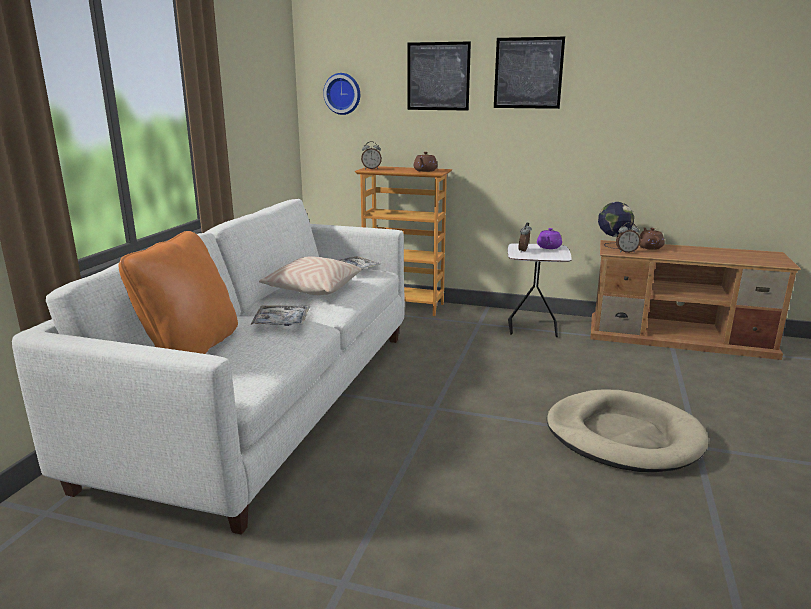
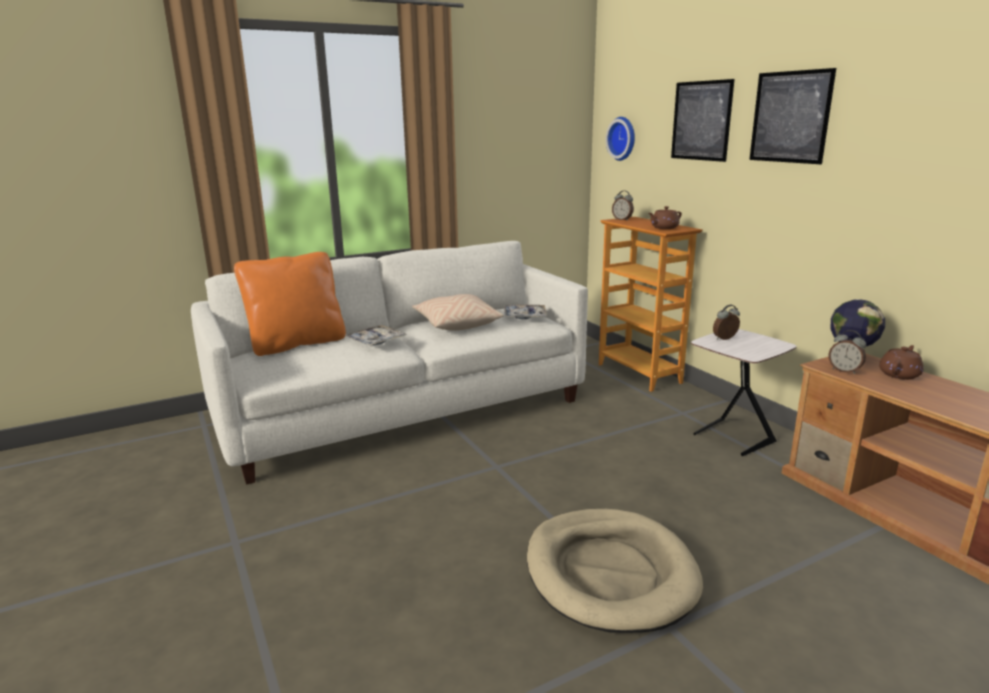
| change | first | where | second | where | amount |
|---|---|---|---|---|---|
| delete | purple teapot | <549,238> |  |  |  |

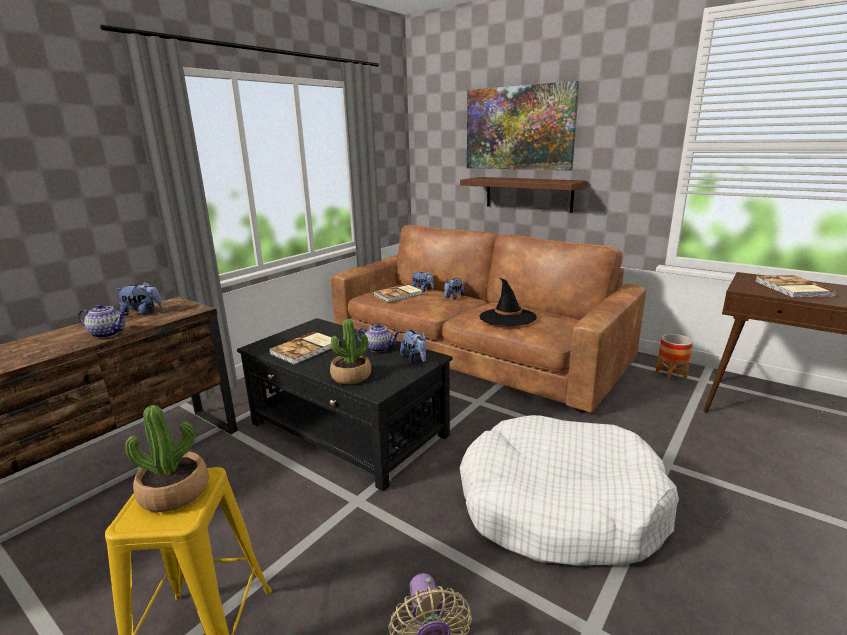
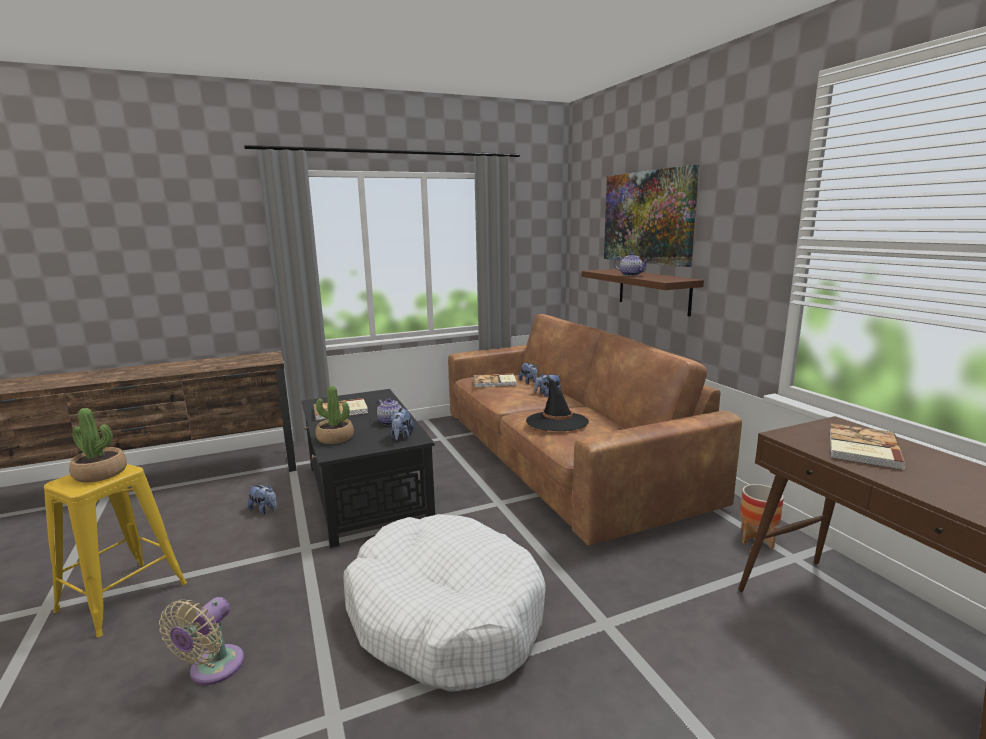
| change | first | where | second | where | amount |
|---|---|---|---|---|---|
| move | plush toy | <139,298> |  | <262,499> |  |
| move | teapot | <102,321> |  | <632,264> |  |

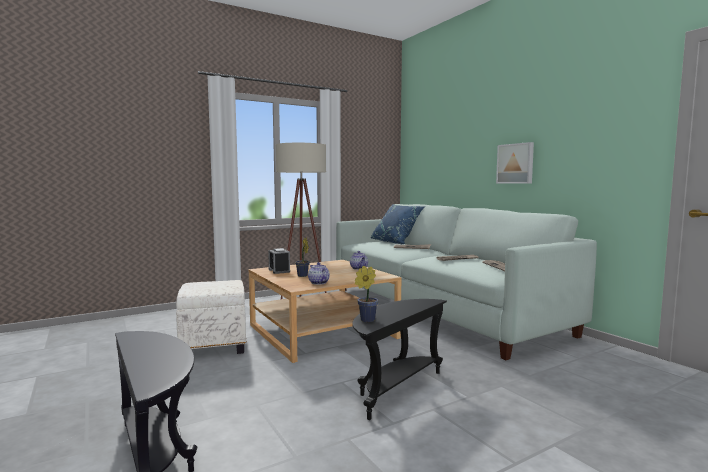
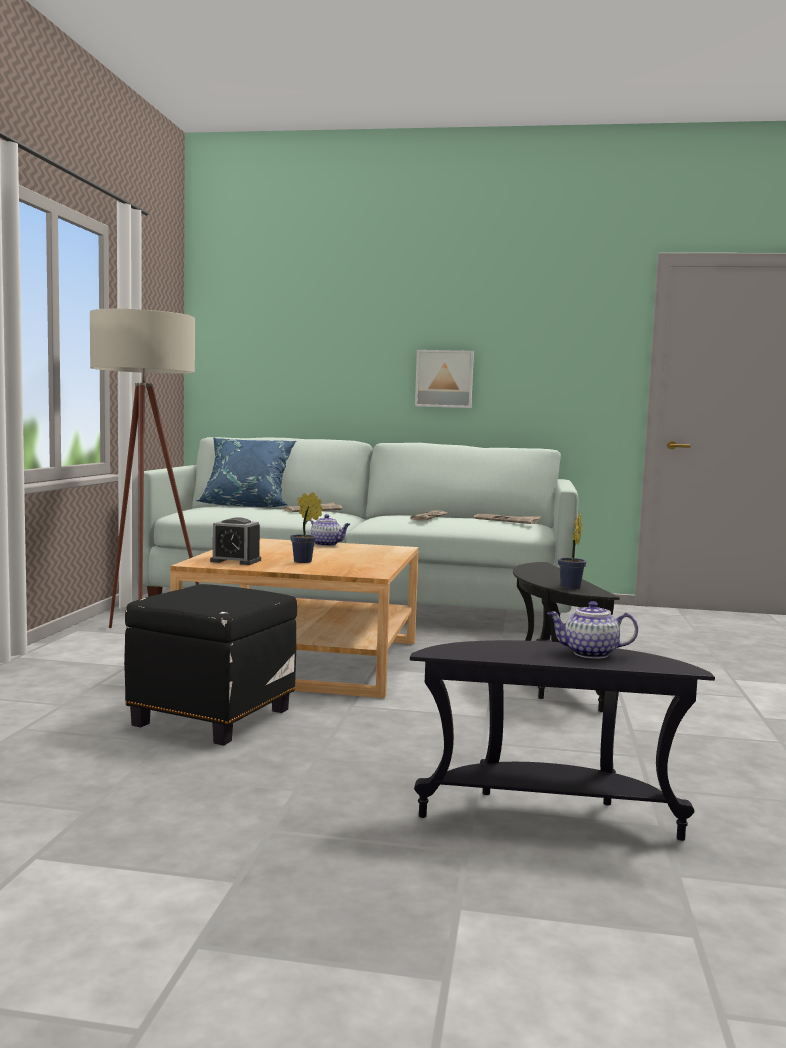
| change | first | where | second | where | amount |
|---|---|---|---|---|---|
| move | teapot | <319,273> |  | <592,629> |  |
| recolor | white ottoman | <211,317> | black ottoman | <210,665> |  |

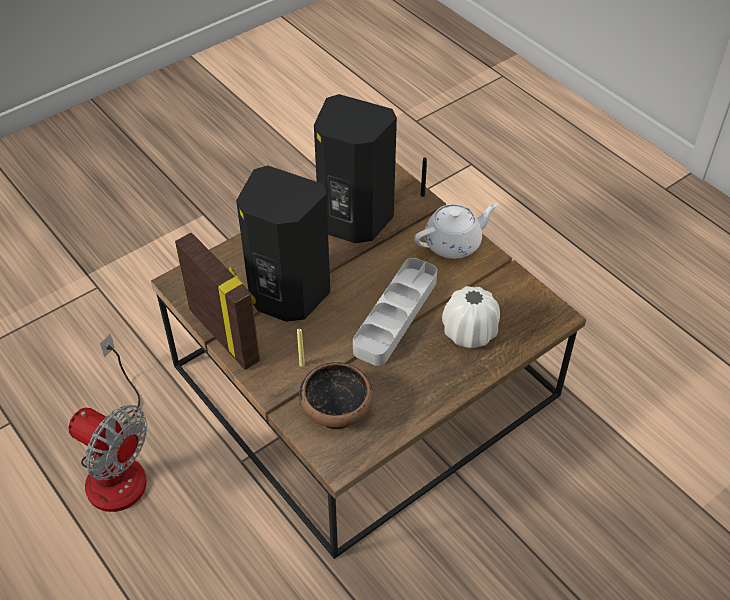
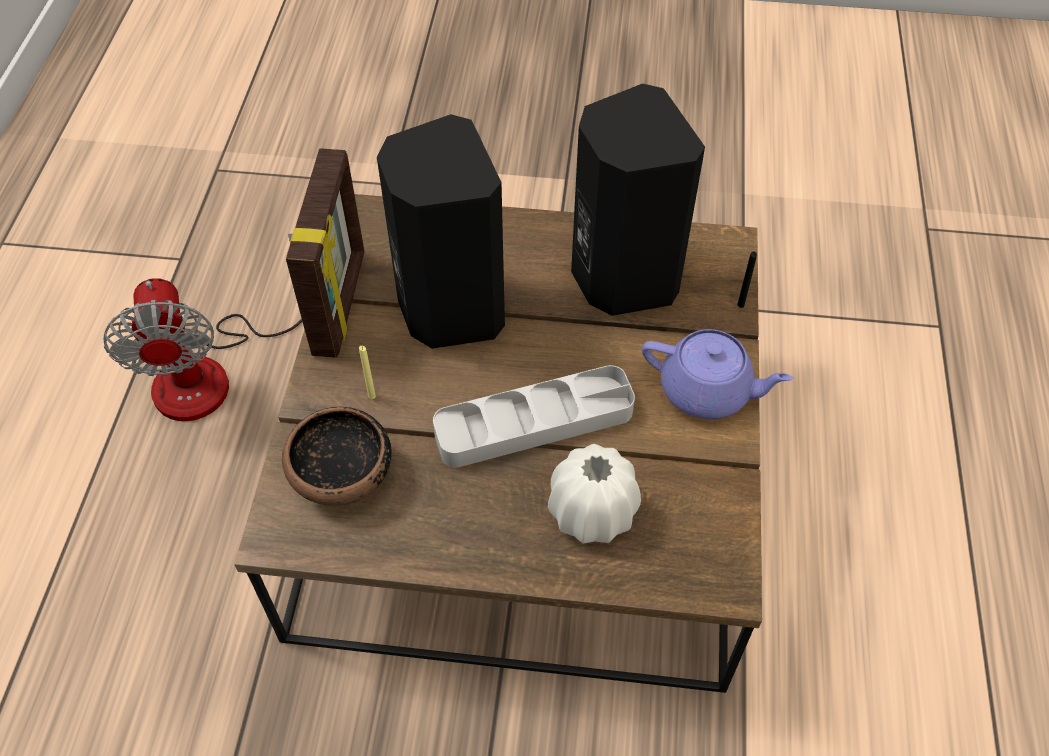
| change | first | where | second | where | amount |
|---|---|---|---|---|---|
| recolor | white teapot | <457,231> | purple teapot | <717,374> |  |

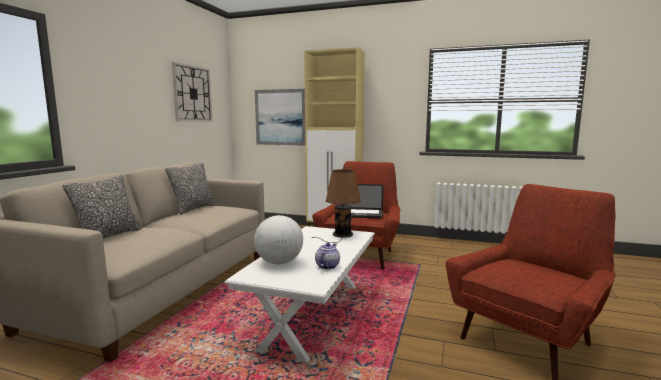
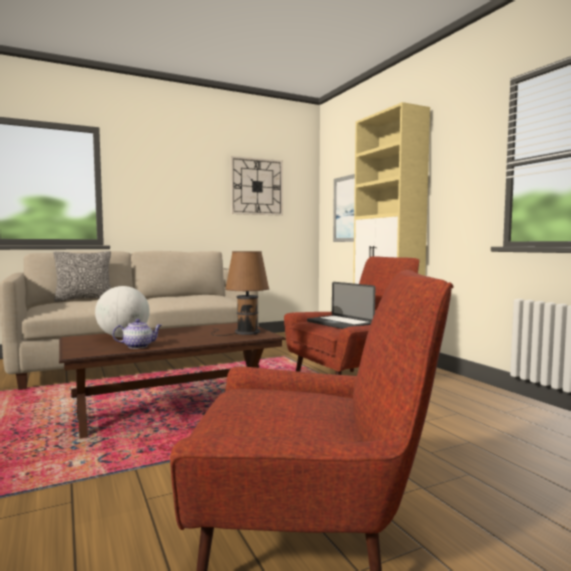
| change | first | where | second | where | amount |
|---|---|---|---|---|---|
| delete | pillow | <191,189> |  |  |  |
| recolor | white coffee table | <299,294> | brown coffee table | <172,380> |  |

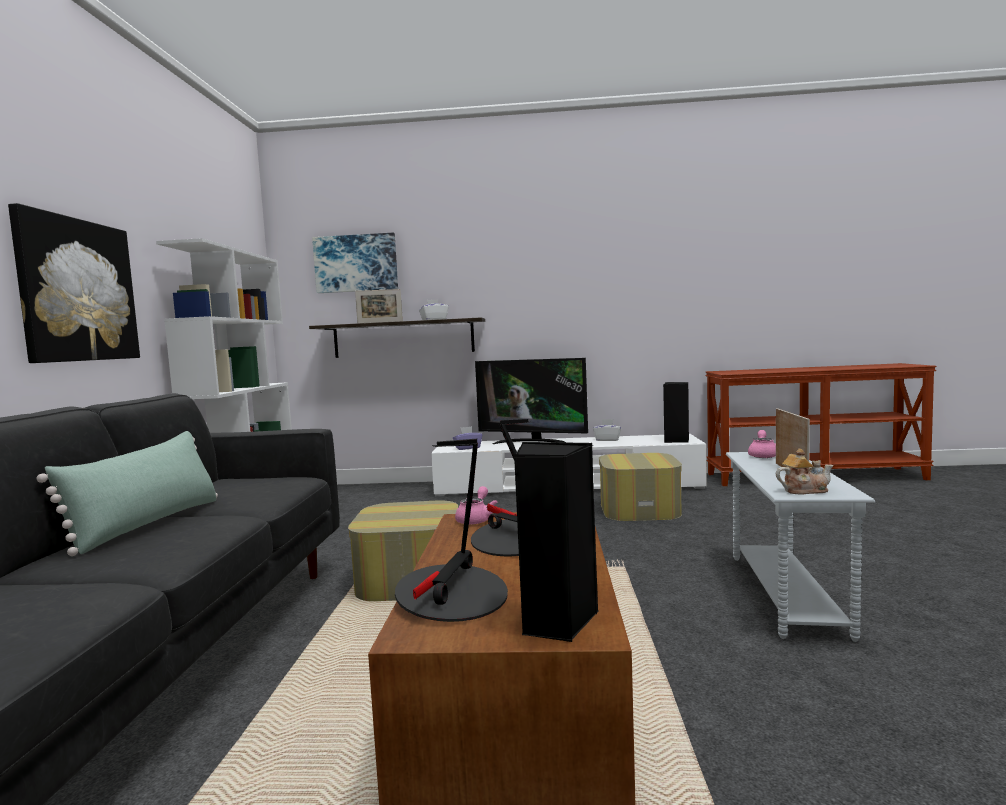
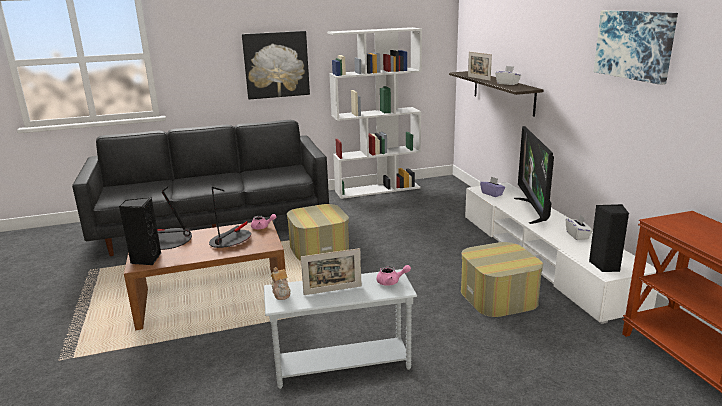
| change | first | where | second | where | amount |
|---|---|---|---|---|---|
| move | picture | <355,263> |  | <636,47> |  |
| delete | green pillow | <127,493> |  |  |  |

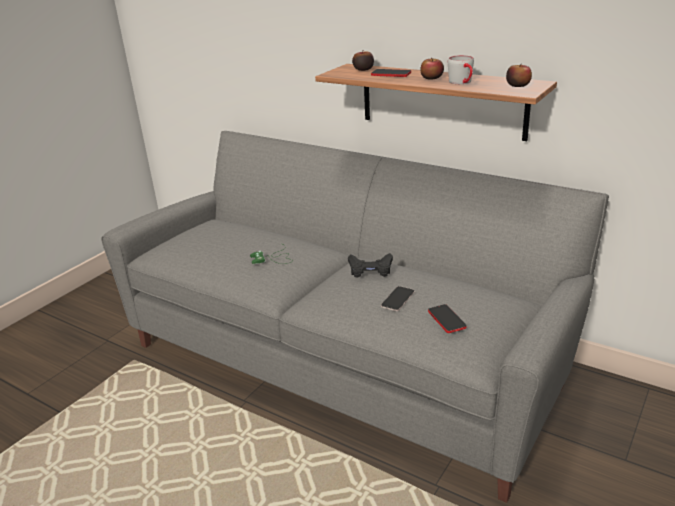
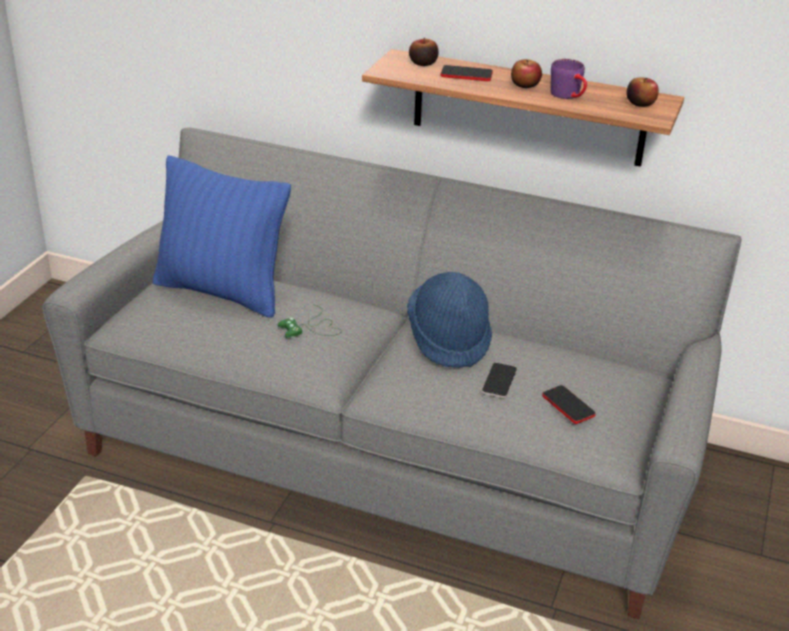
| change | first | where | second | where | amount |
|---|---|---|---|---|---|
| recolor | grey mug | <461,69> | purple mug | <569,79> |  |
| replace | black game controller | <370,265> | blue hat | <449,320> |  |
| insert |  |  | blue pillow | <221,236> |  |

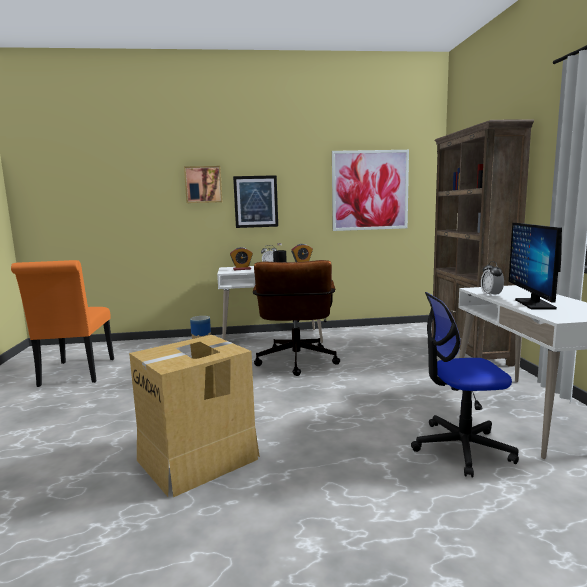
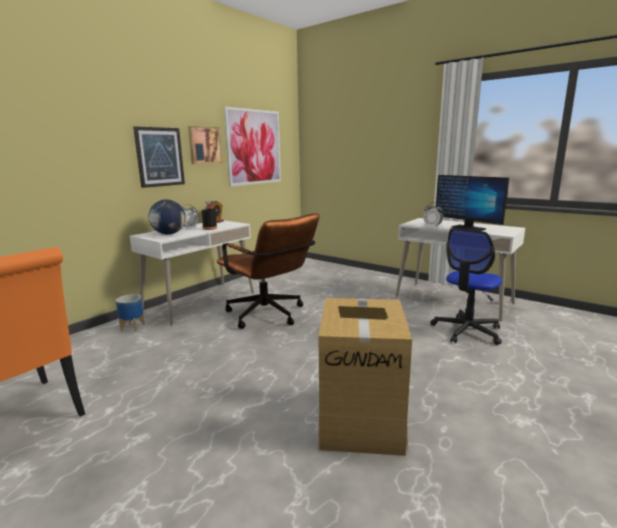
| change | first | where | second | where | amount |
|---|---|---|---|---|---|
| delete | brown bookcase | <482,243> |  |  |  |
| move | picture | <203,184> |  | <205,145> |  |
| replace | alarm clock | <241,258> | globe | <166,217> |  |

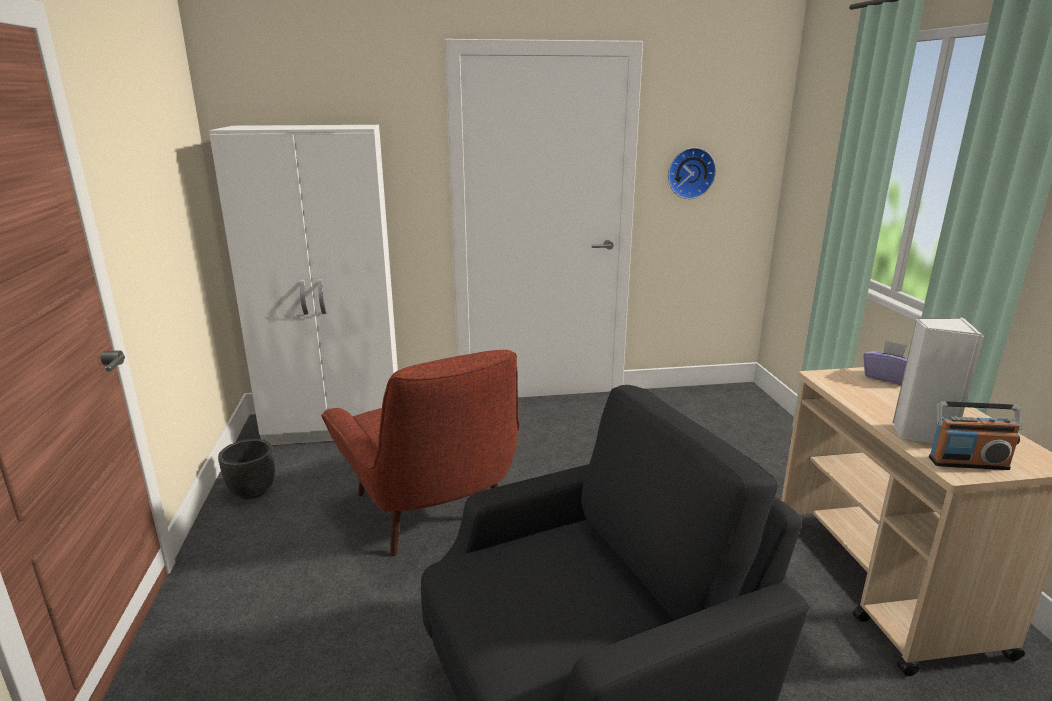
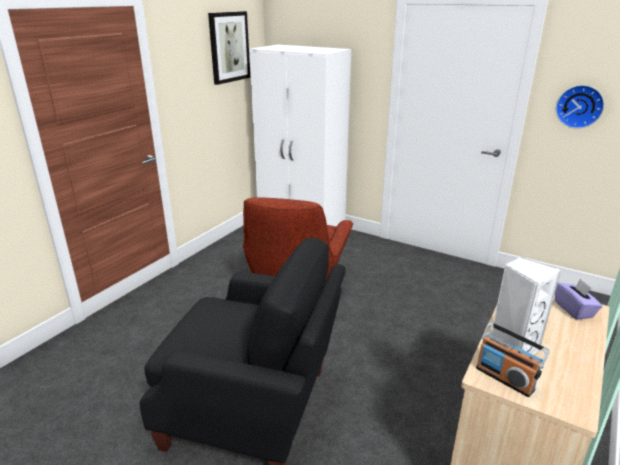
| change | first | where | second | where | amount |
|---|---|---|---|---|---|
| delete | black planter | <246,469> |  |  |  |
| insert |  |  | picture | <229,48> |  |

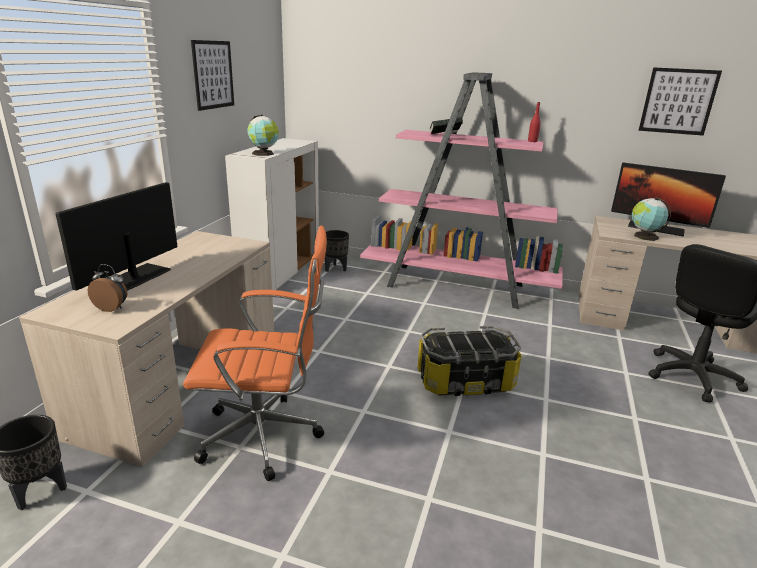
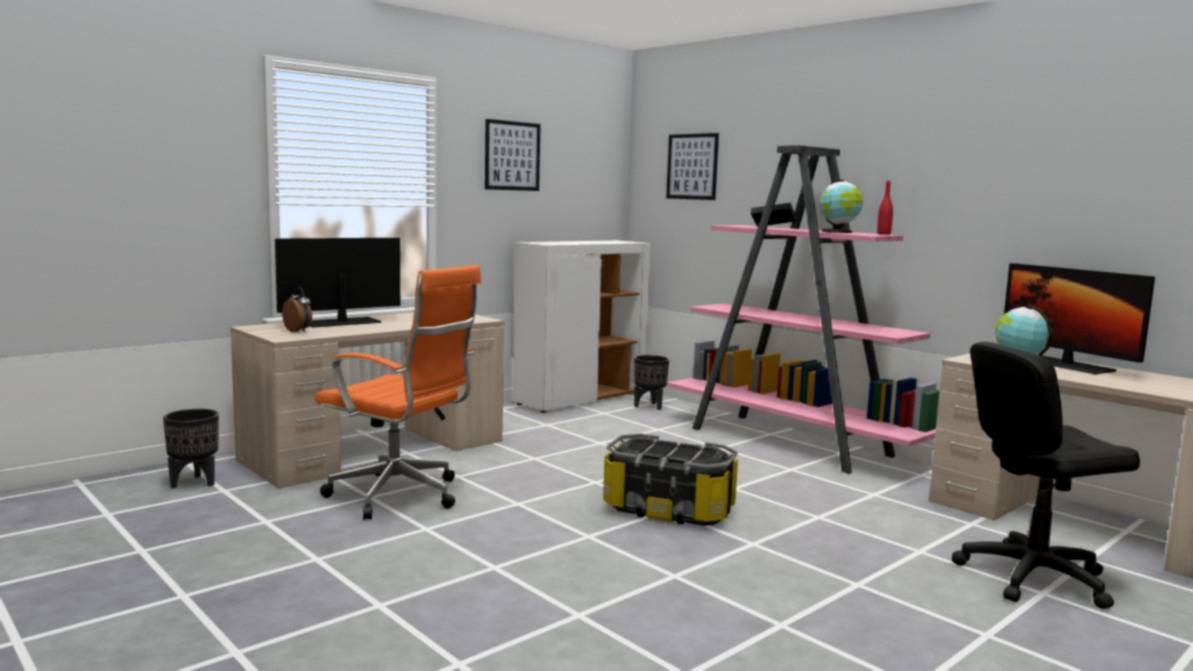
| change | first | where | second | where | amount |
|---|---|---|---|---|---|
| move | picture | <680,101> |  | <692,166> |  |
| move | globe | <263,135> |  | <841,206> |  |

